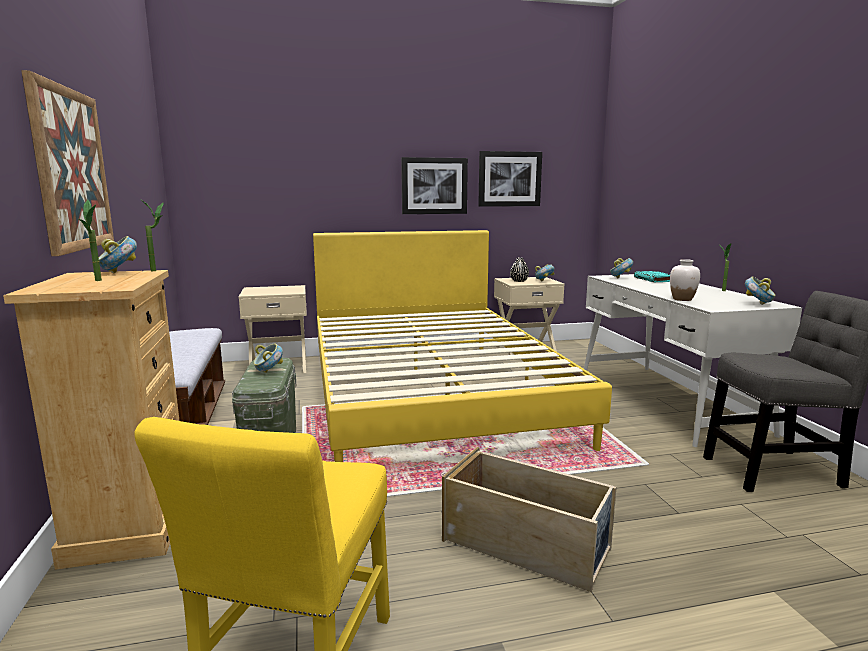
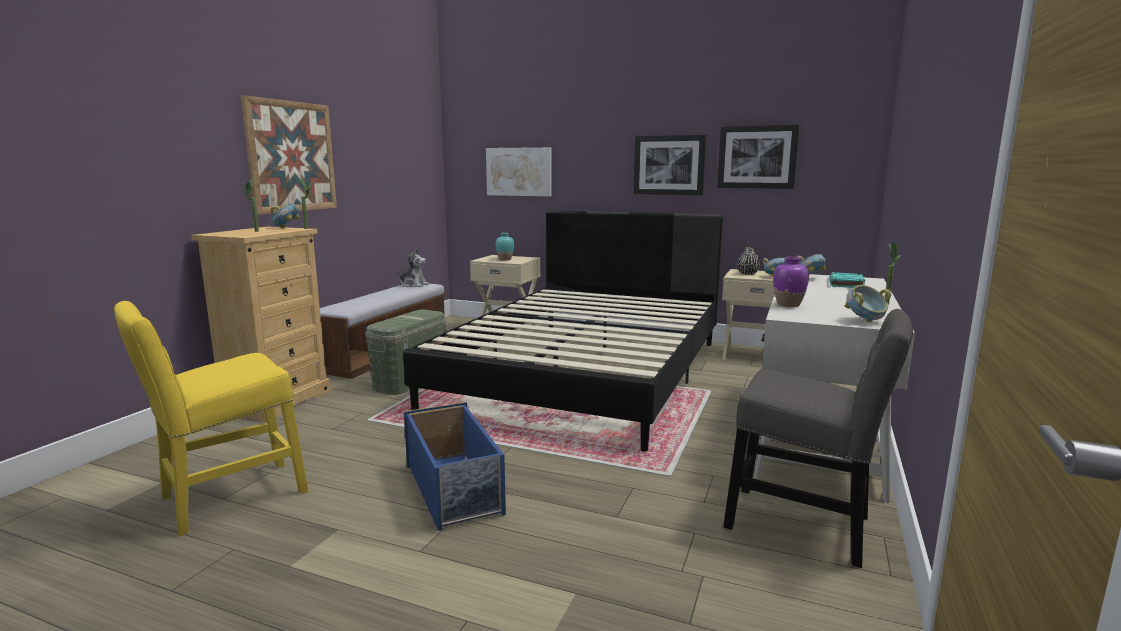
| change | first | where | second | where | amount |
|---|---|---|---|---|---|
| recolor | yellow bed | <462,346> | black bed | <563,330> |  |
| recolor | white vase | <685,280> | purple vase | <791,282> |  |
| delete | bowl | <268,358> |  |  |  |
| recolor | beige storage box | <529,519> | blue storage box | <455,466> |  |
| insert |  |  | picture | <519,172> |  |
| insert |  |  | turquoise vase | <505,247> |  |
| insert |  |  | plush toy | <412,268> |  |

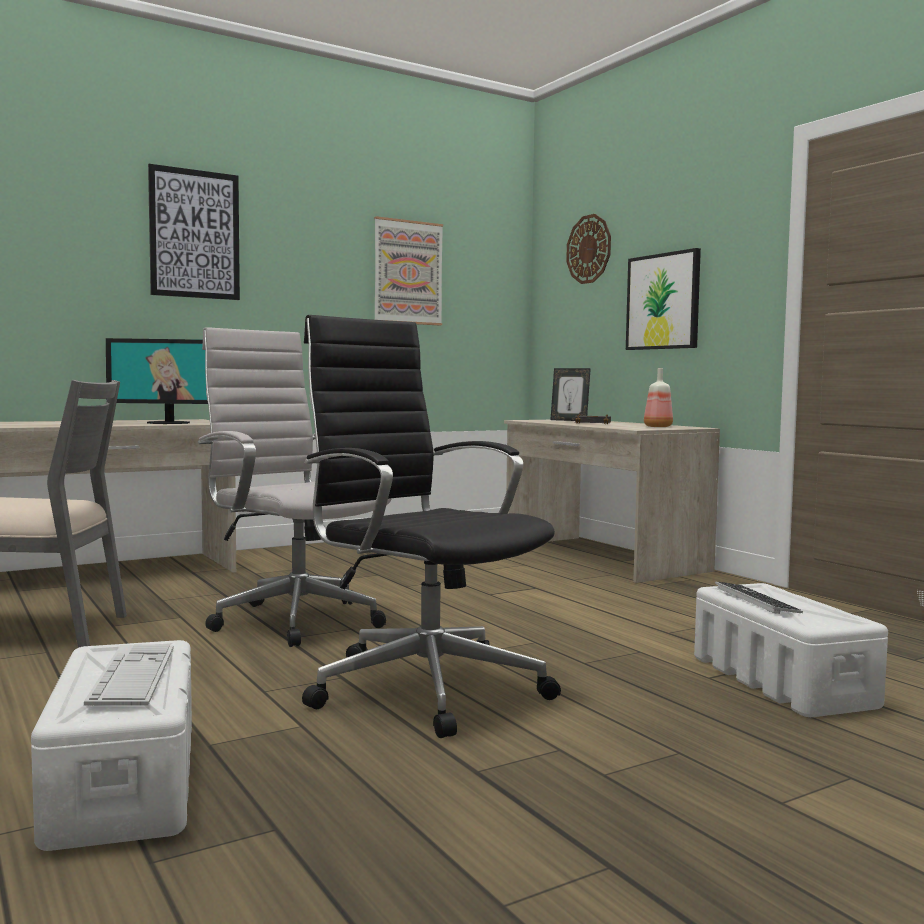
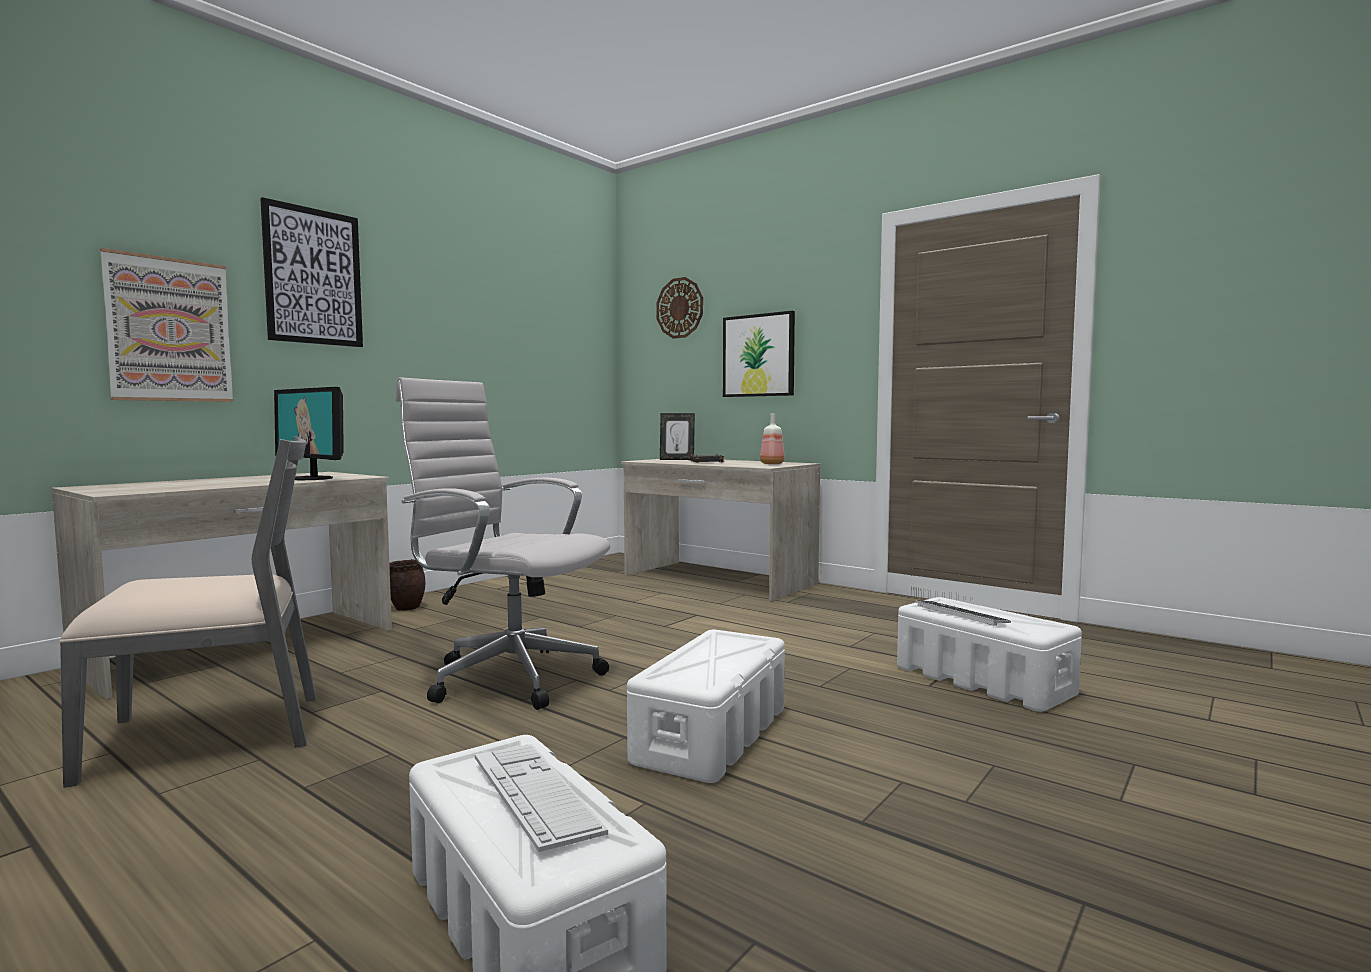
| change | first | where | second | where | amount |
|---|---|---|---|---|---|
| move | picture | <408,270> |  | <167,325> |  |
| replace | black office chair | <431,526> | white storage box | <706,706> |  |
| rotate | monitor | <157,381> |  | <309,433> | 60 degrees clockwise |
| insert |  |  | brown planter | <407,585> |  |

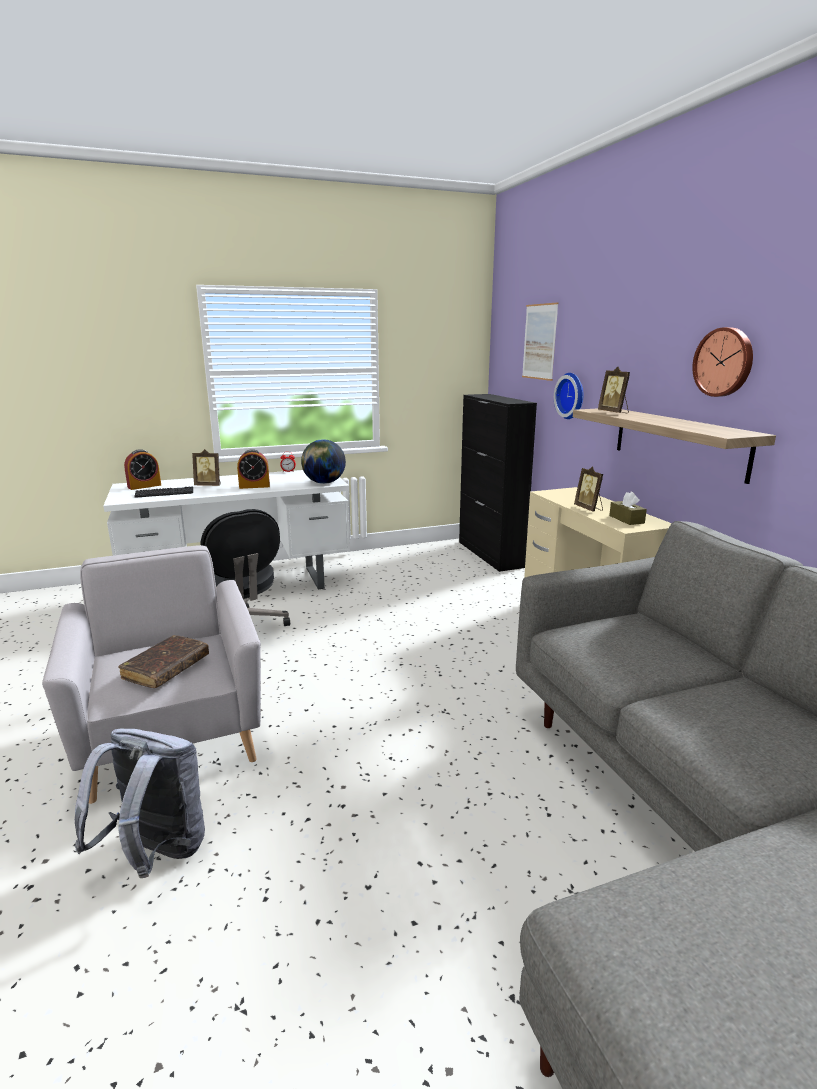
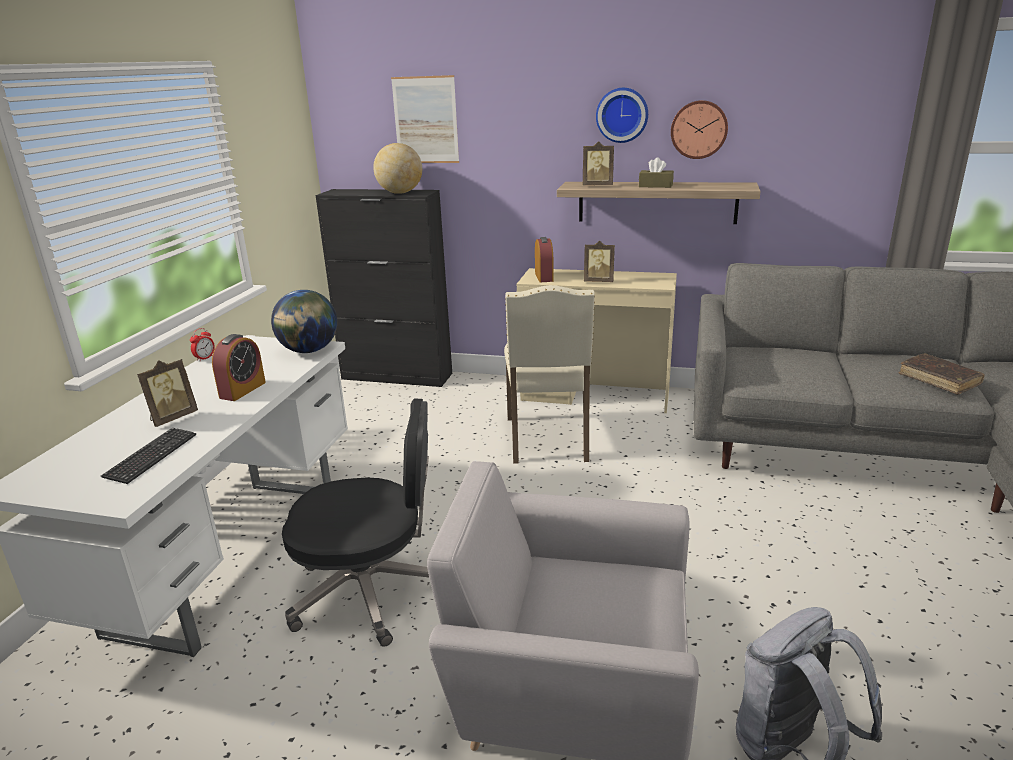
| change | first | where | second | where | amount |
|---|---|---|---|---|---|
| move | wall clock | <569,396> |  | <622,115> |  |
| move | alarm clock | <142,469> |  | <544,259> |  |
| move | brown tissue box | <628,508> |  | <656,172> |  |
| move | brown book | <163,661> |  | <942,374> |  |
| insert |  |  | globe | <397,168> |  |
| insert |  |  | beige chair | <549,374> |  |

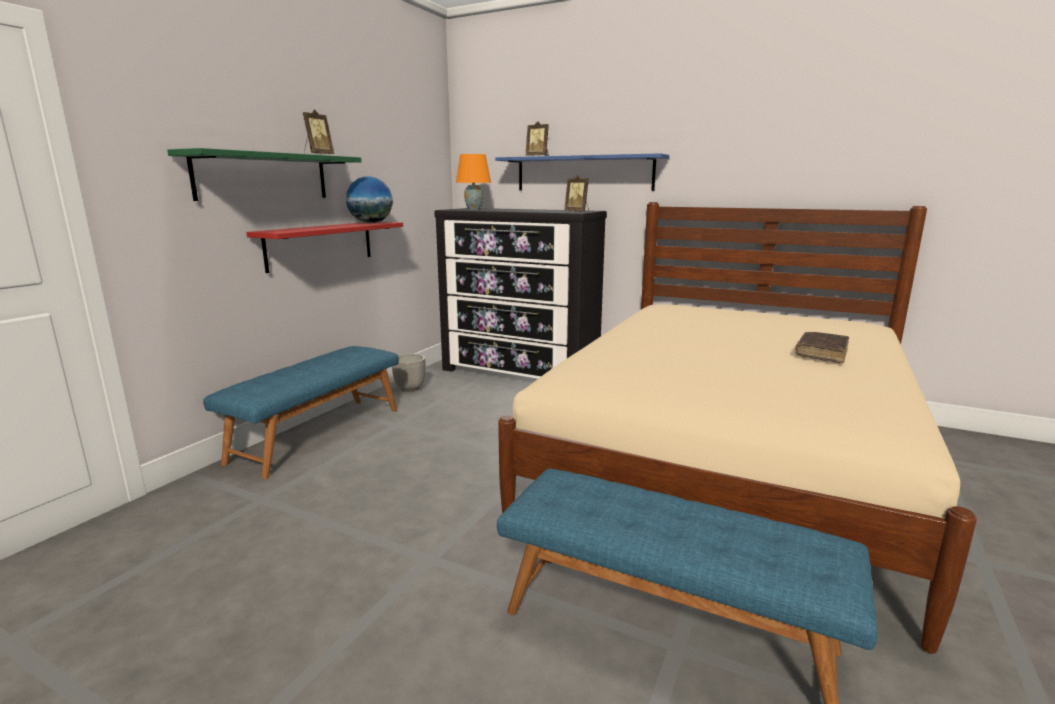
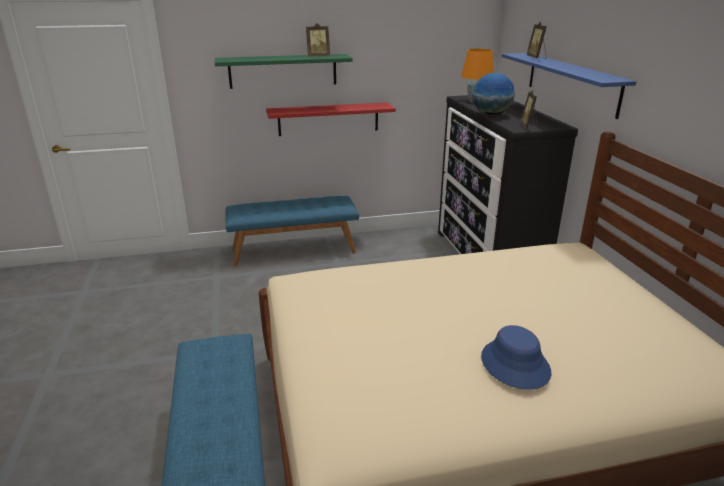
| change | first | where | second | where | amount |
|---|---|---|---|---|---|
| move | globe | <369,199> |  | <493,94> |  |
| replace | brown book | <822,347> | blue hat | <516,357> |  |
| delete | planter | <409,373> |  |  |  |

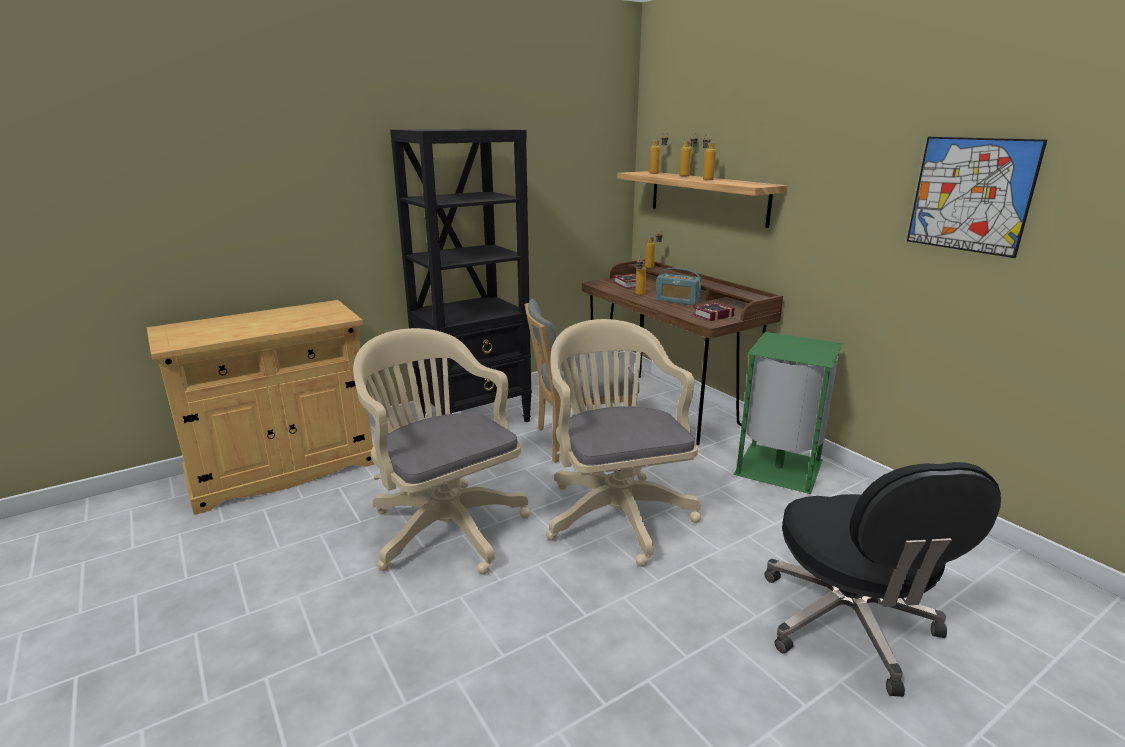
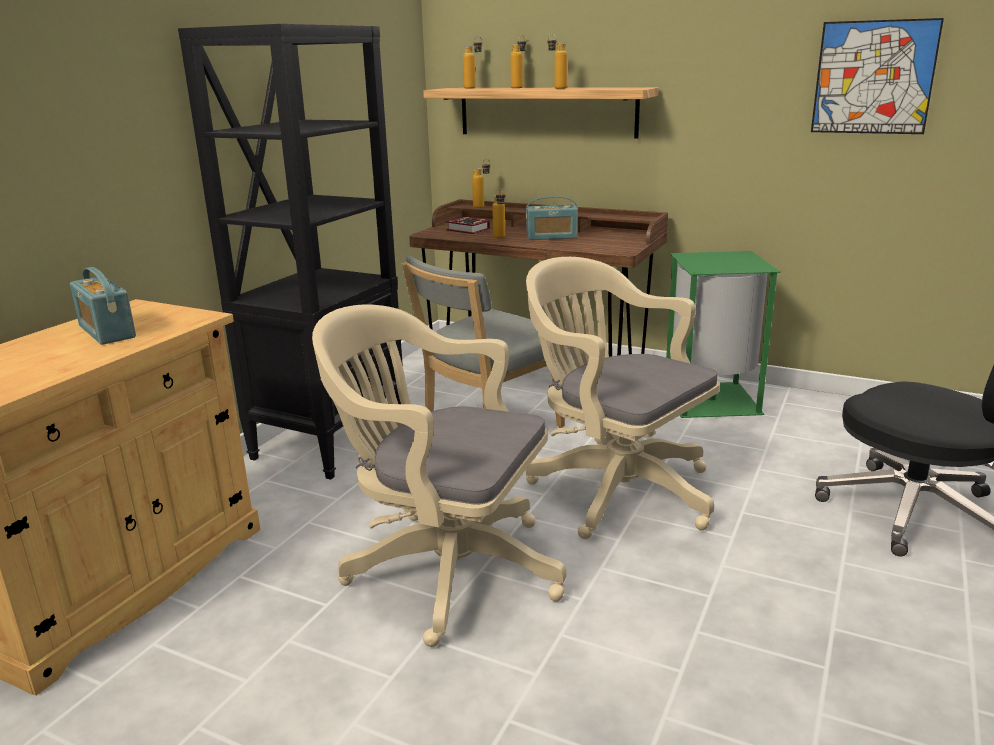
| change | first | where | second | where | amount |
|---|---|---|---|---|---|
| delete | book | <713,311> |  |  |  |
| insert |  |  | radio | <103,306> |  |

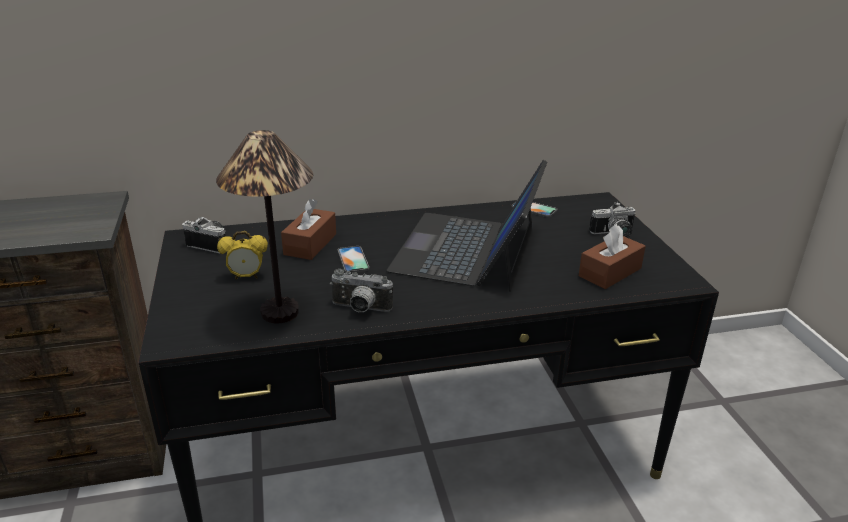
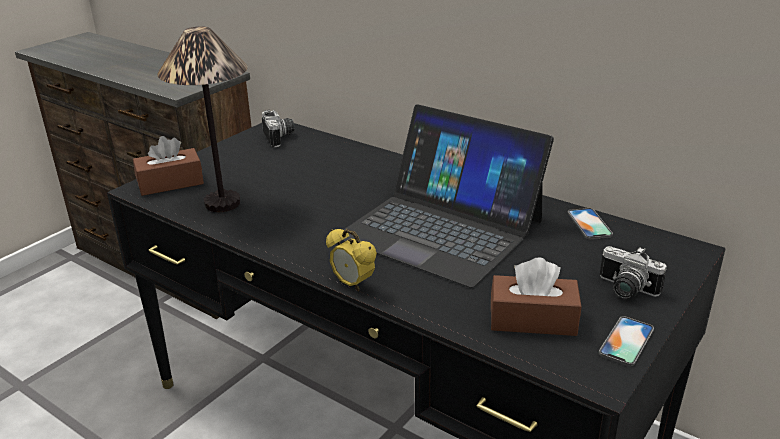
| change | first | where | second | where | amount |
|---|---|---|---|---|---|
| rotate | laptop | <467,226> |  | <448,196> | 120 degrees counterclockwise |
| move | brown tissue box | <308,229> |  | <168,166> |  |
| move | alarm clock | <242,255> |  | <351,260> |  |
| move | phone | <353,259> |  | <626,341> |  |
| delete | photo camera | <361,290> |  |  |  |

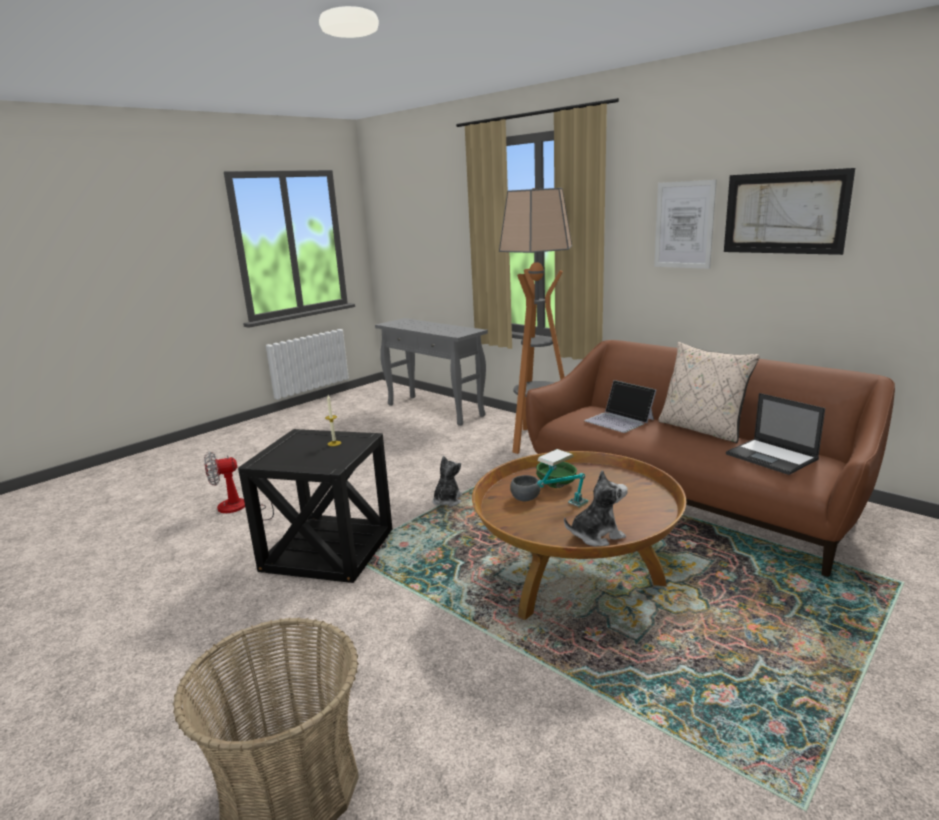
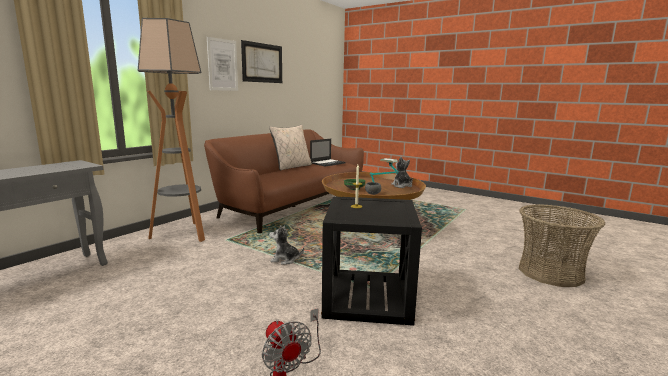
| change | first | where | second | where | amount |
|---|---|---|---|---|---|
| delete | laptop | <620,406> |  |  |  |

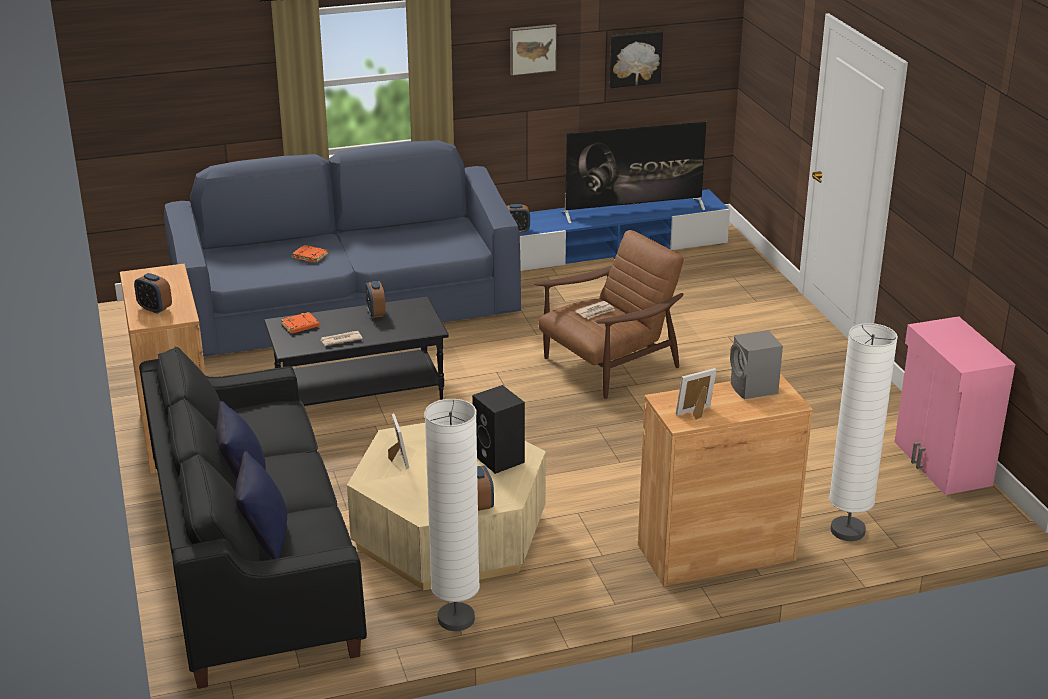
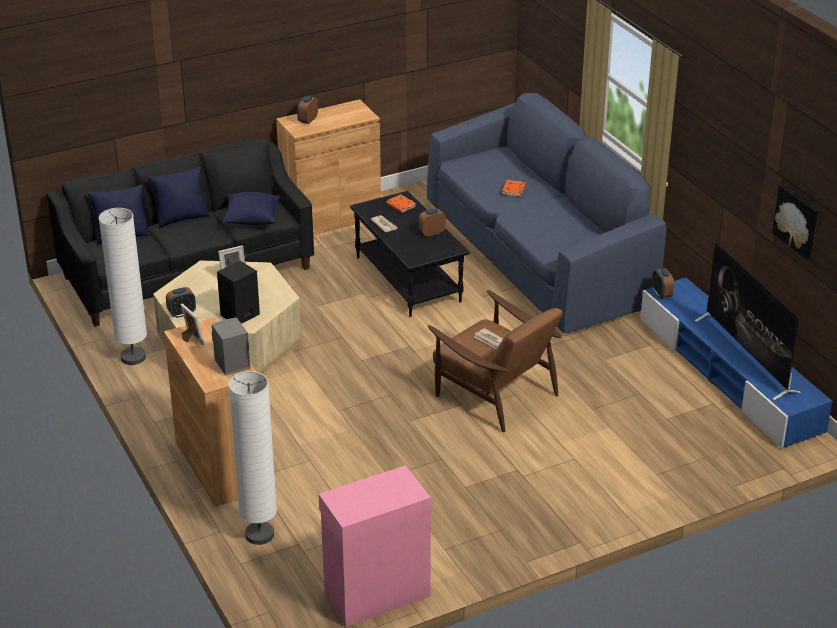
| change | first | where | second | where | amount |
|---|---|---|---|---|---|
| delete | picture | <533,50> |  |  |  |
| insert |  |  | blue pillow | <251,208> |  |

